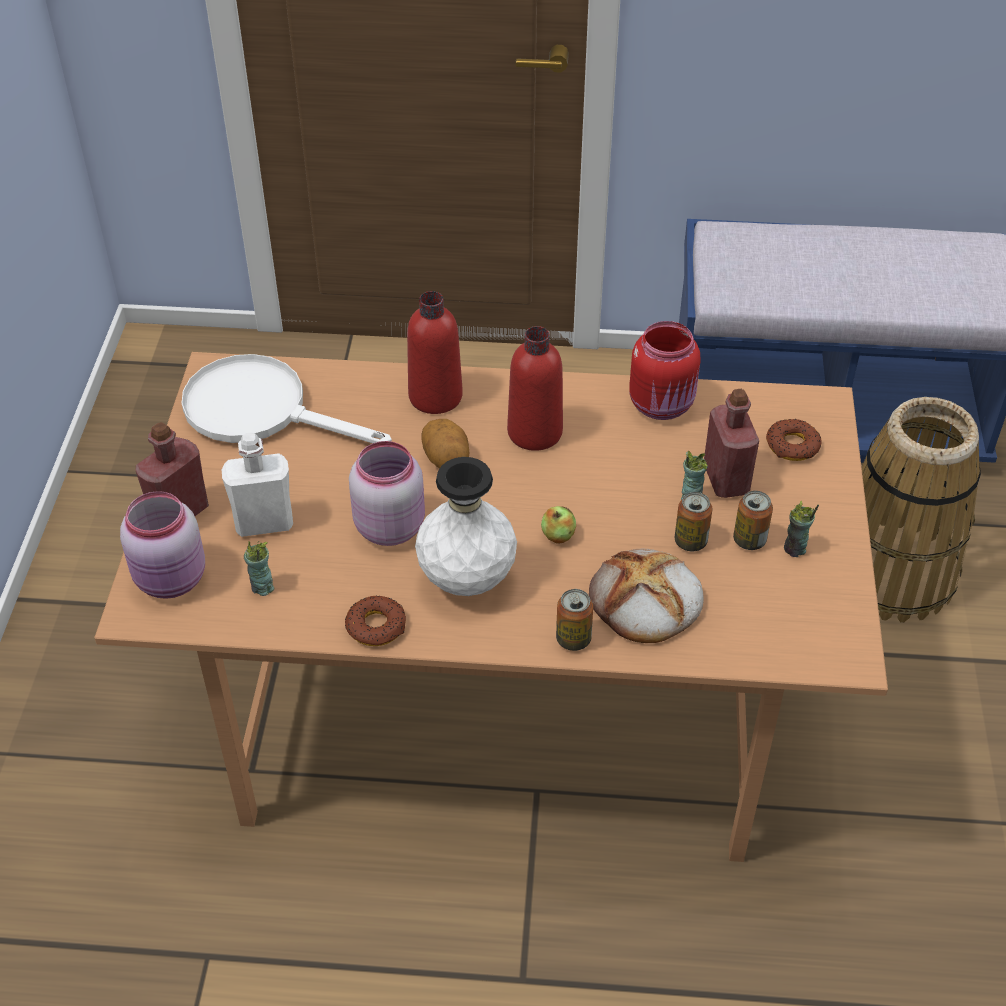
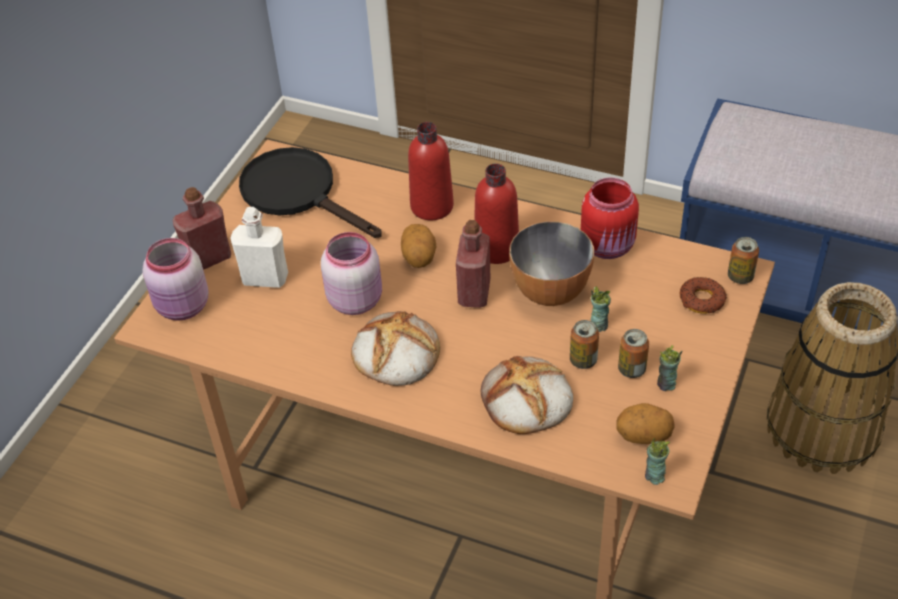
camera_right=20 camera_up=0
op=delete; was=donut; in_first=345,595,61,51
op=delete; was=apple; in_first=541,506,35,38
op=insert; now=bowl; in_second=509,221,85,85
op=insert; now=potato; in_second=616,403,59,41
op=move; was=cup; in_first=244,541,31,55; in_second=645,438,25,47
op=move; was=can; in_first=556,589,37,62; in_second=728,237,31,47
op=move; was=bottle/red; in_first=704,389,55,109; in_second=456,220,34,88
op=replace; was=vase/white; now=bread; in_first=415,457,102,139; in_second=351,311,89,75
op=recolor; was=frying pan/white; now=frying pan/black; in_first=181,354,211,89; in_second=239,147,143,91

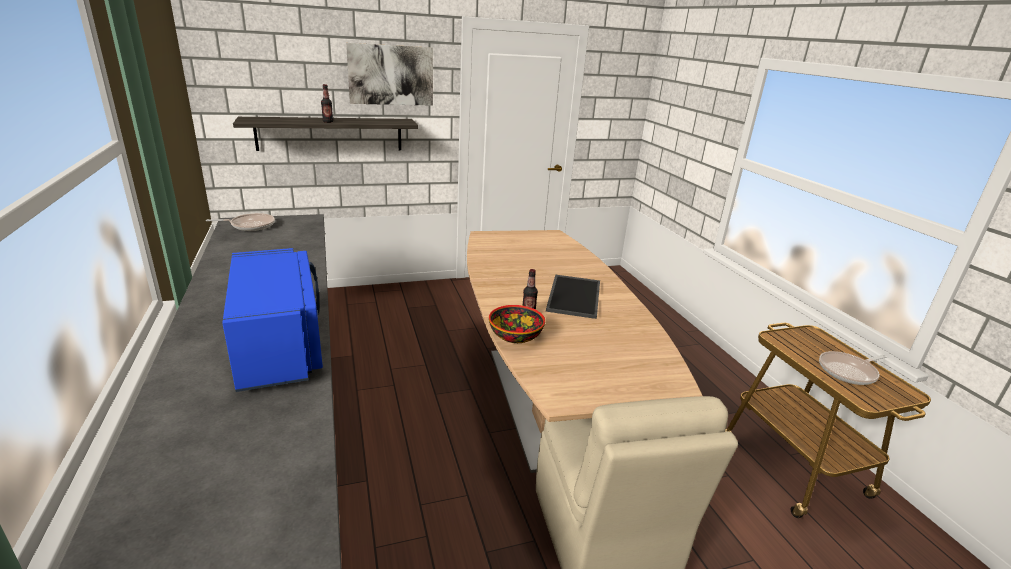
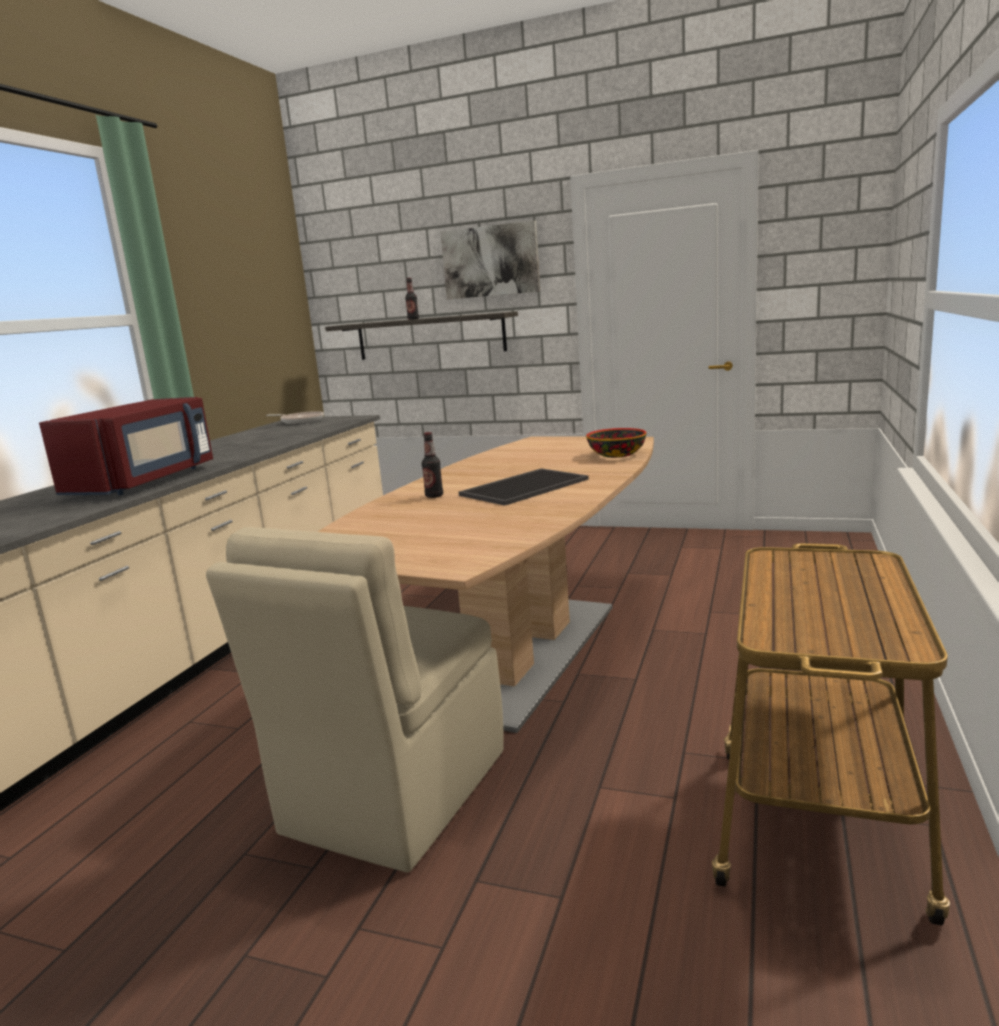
camera_right=40 camera_up=-10
op=delete; was=frying pan; in_first=819,351,68,34
op=move; was=bowl; in_first=489,305,56,38; in_second=586,428,60,30
op=recolor; was=microwave/blue; now=microwave/red; in_first=222,248,101,144; in_second=39,397,174,99

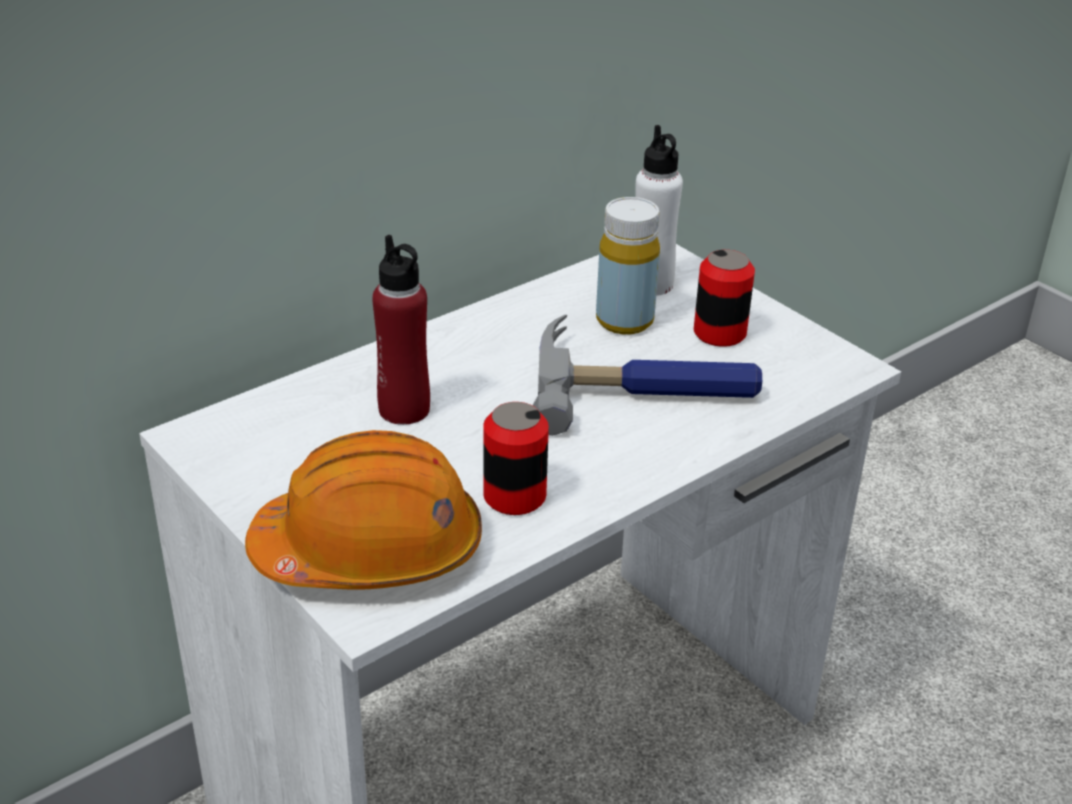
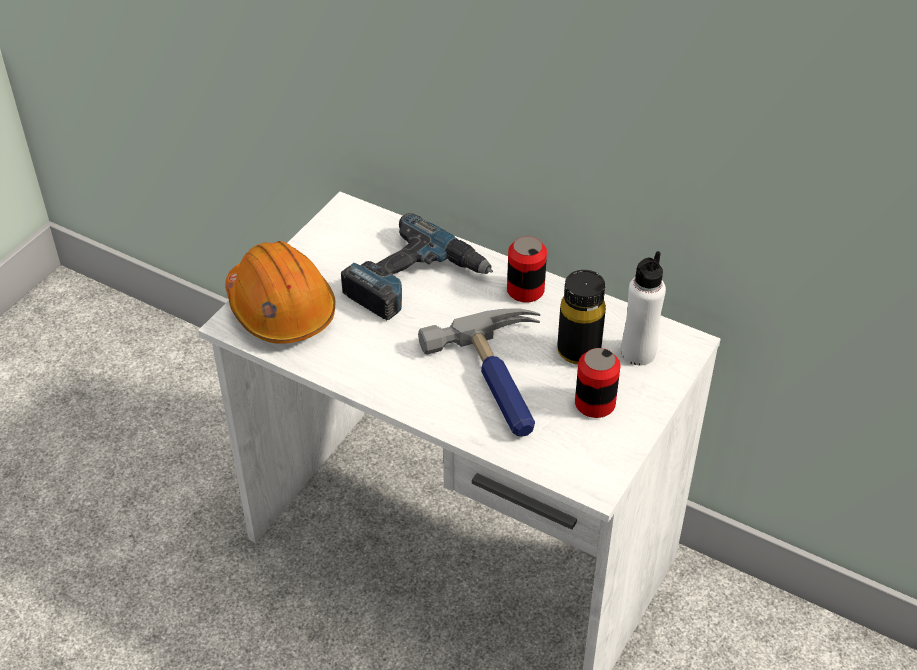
camera_right=70 camera_up=10
op=move; was=can; in_first=483,402,66,113; in_second=507,236,40,67
op=replace; was=bottle/red; now=power drill; in_first=372,235,58,190; in_second=341,213,152,107
op=recolor; was=bottle/yellow; now=bottle/black; in_first=596,197,64,137; in_second=557,270,49,95

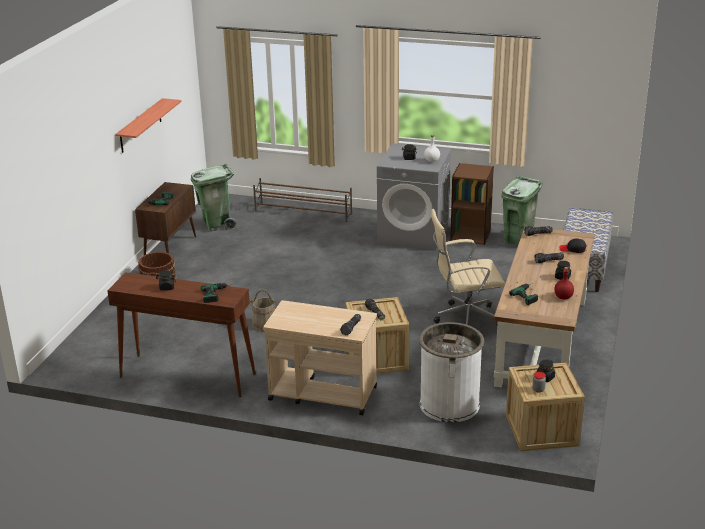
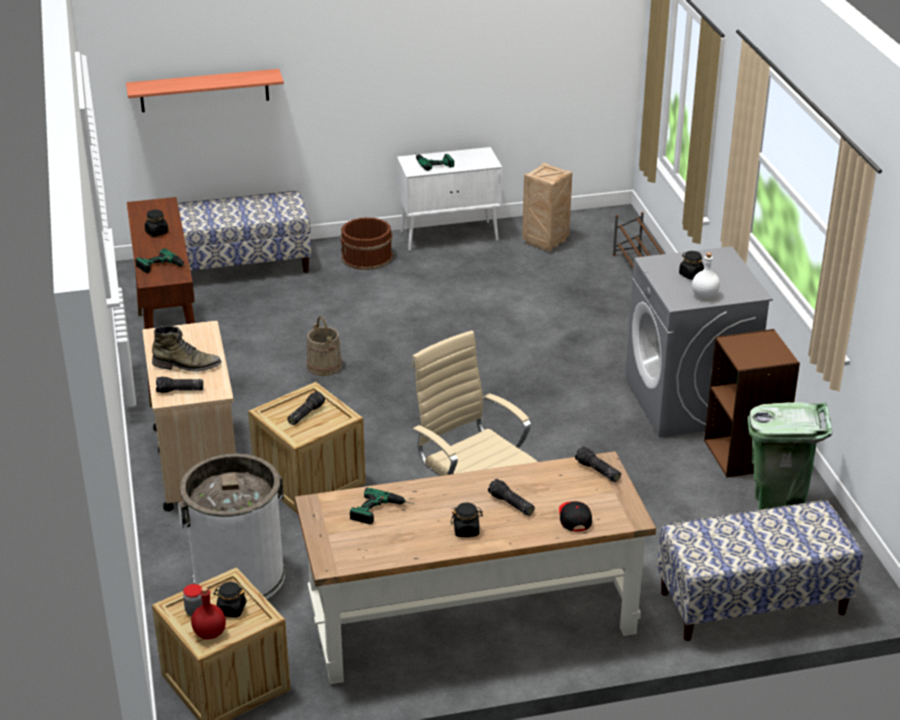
camera_right=60 camera_up=5
op=insert; now=boot/green; in_second=152,326,70,45
op=insert; now=bench; in_second=178,191,133,82
op=move; was=shelf; in_first=115,98,66,55; in_second=126,69,158,43
op=move; was=bottle/red; in_first=554,267,20,32; in_second=191,587,35,52
op=replace; was=trash can/green; now=crate; in_first=191,164,45,68; in_second=522,163,50,89
op=recolor; was=cabinet/brown; now=cabinet/white; in_first=135,182,61,73; in_second=397,147,105,104

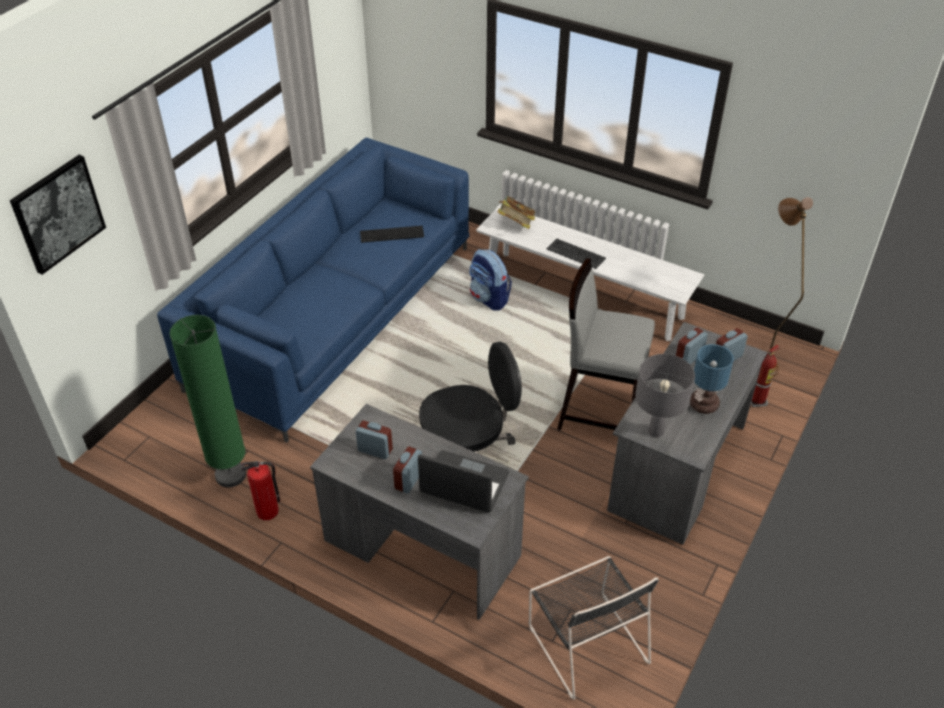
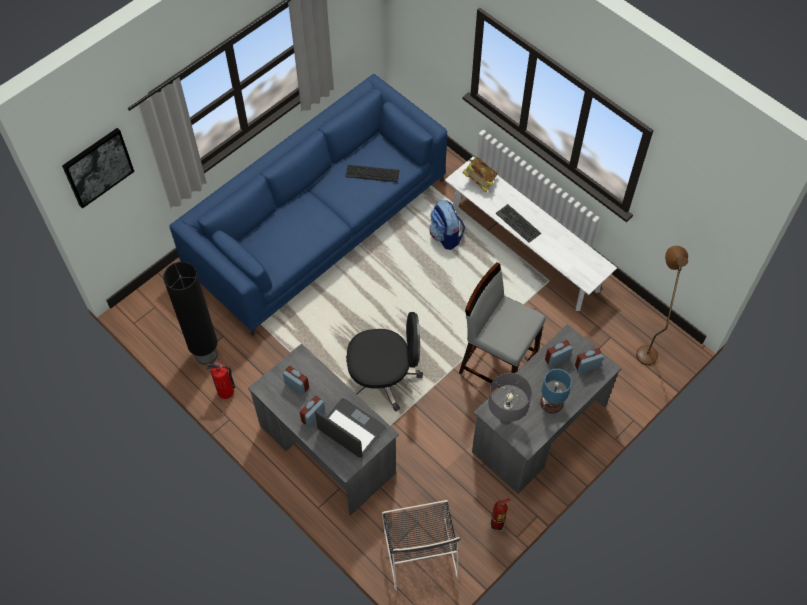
camera_right=15 camera_up=15
op=move; was=fire extinguisher; in_first=751,345,29,62; in_second=490,498,21,34
op=recolor; was=floor lamp/green; now=floor lamp/black; in_first=169,315,77,172; in_second=163,262,55,103

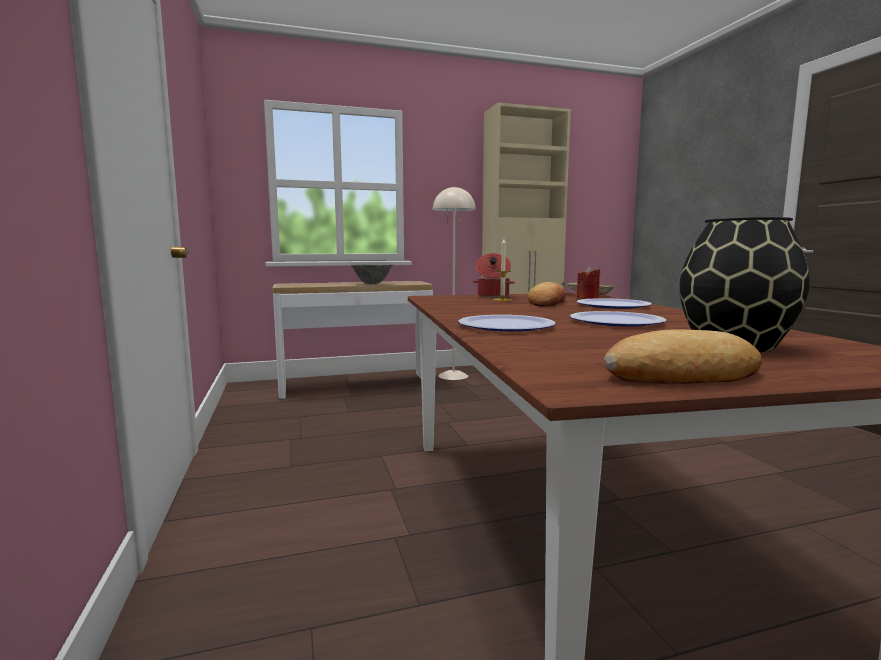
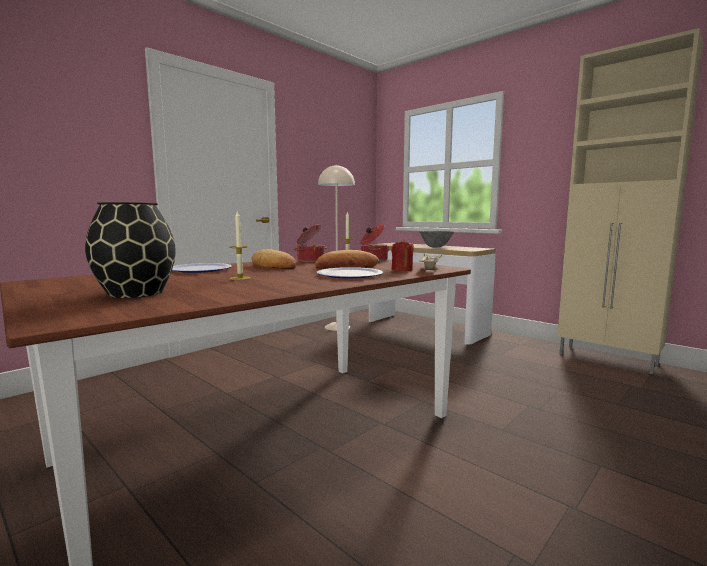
camera_right=60 camera_up=0
op=insert; now=cooking pot; in_second=294,224,33,38
op=move; was=floor lamp/beige; in_first=433,186,43,194; in_second=318,164,37,167
op=move; was=bread; in_first=604,329,159,55; in_second=251,249,45,20
op=replace; was=plate; now=candle; in_first=570,311,97,16; in_second=230,211,21,69

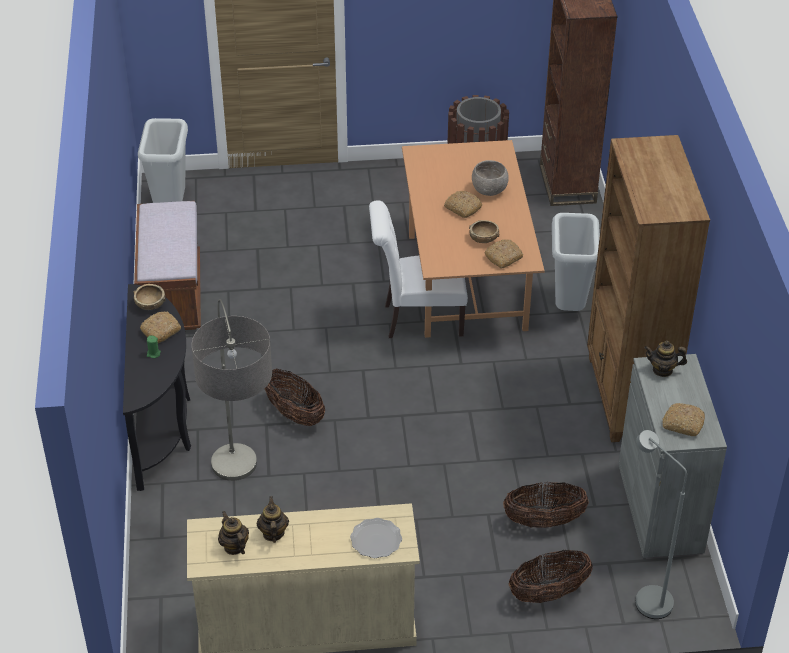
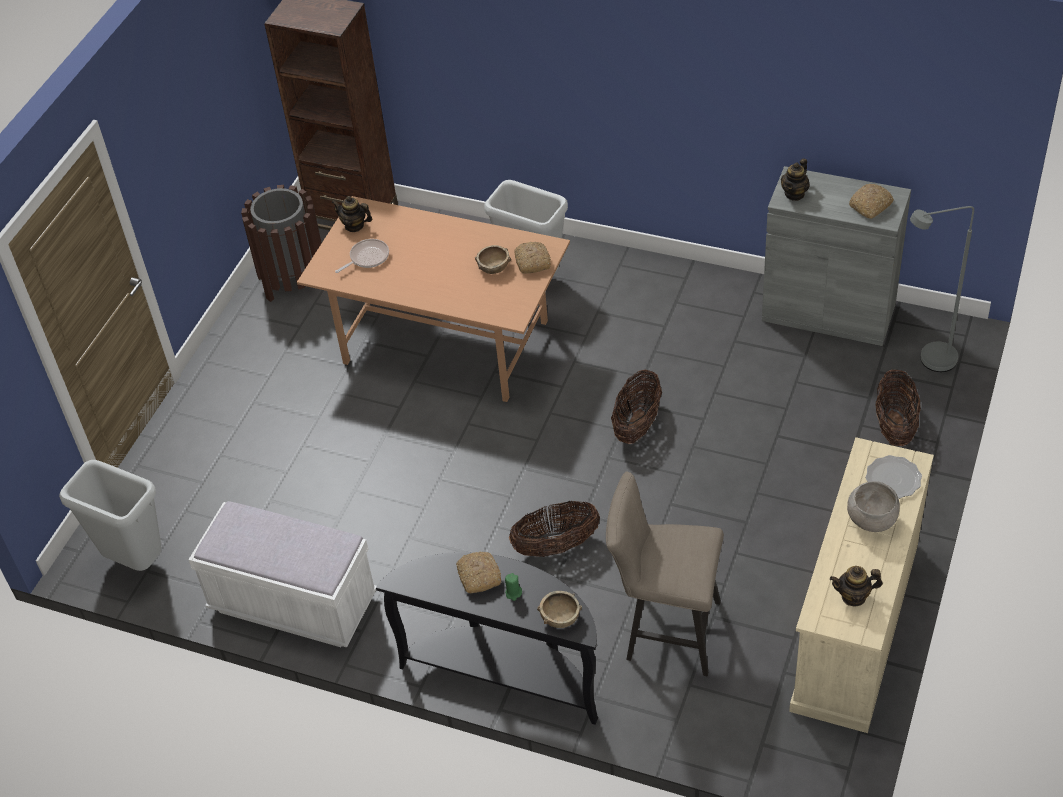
camera_right=-60 camera_up=5
op=delete; was=chair/white; in_first=369,200,99,138
op=delete; was=bread; in_first=444,191,38,27
op=delete; was=bookcase/brown; in_first=587,135,123,307
op=insert; now=frying pan; in_second=335,239,54,34
op=move; was=bowl/brown; in_first=133,284,33,26; in_second=537,591,45,37
op=move; was=teapot; in_first=257,496,32,47; in_second=331,196,41,36
op=move; was=bowl/grey; in_first=472,160,37,36; in_second=847,481,53,51
op=move; was=basket; in_first=503,482,86,46; in_second=611,369,51,75
op=replace; was=floor lamp; now=stool/beige; in_first=192,299,80,182; in_second=606,471,118,205
op=recolor; was=bench/brown; now=bench/white; in_first=134,201,67,129; in_second=189,501,187,147

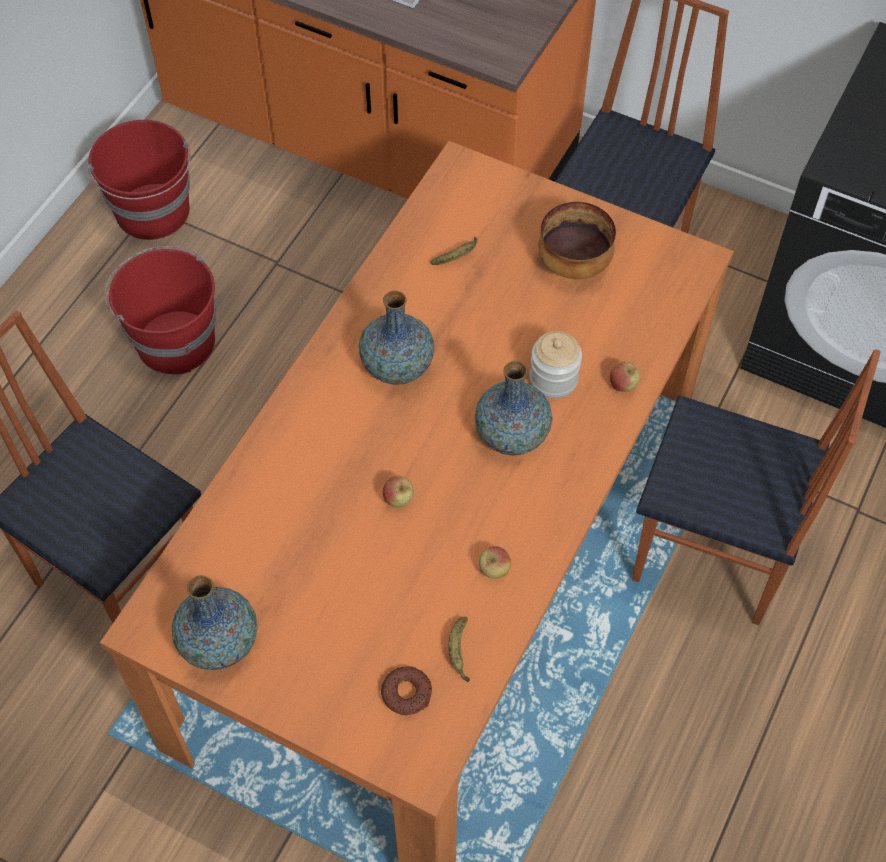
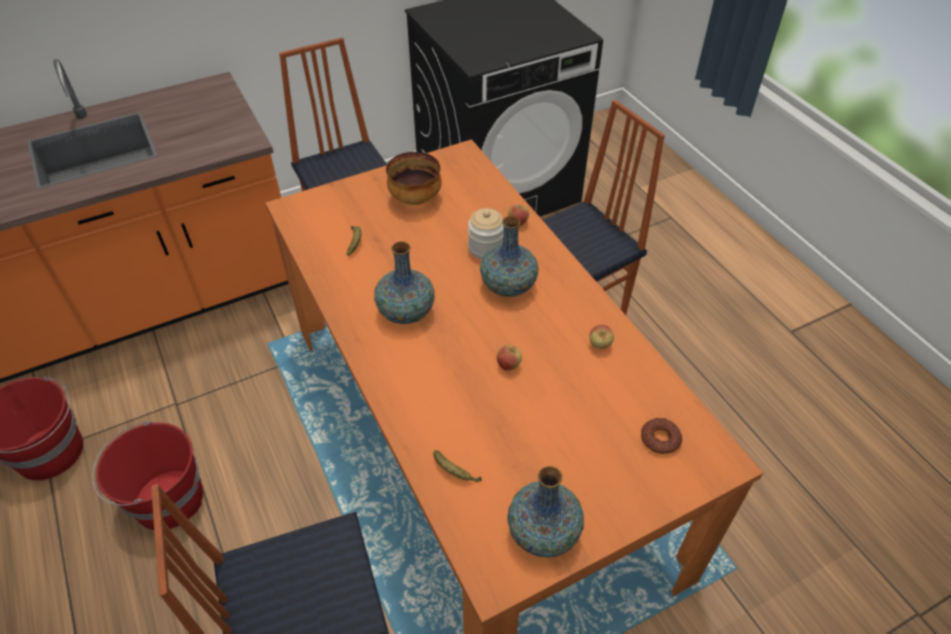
camera_right=-55 camera_up=-10
op=move; was=banana; in_first=448,617,22,65; in_second=433,450,49,32

